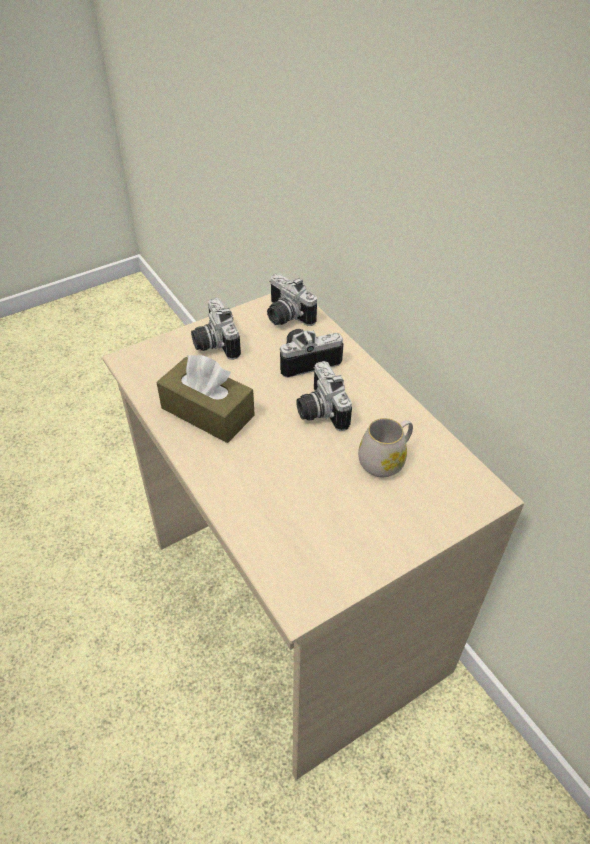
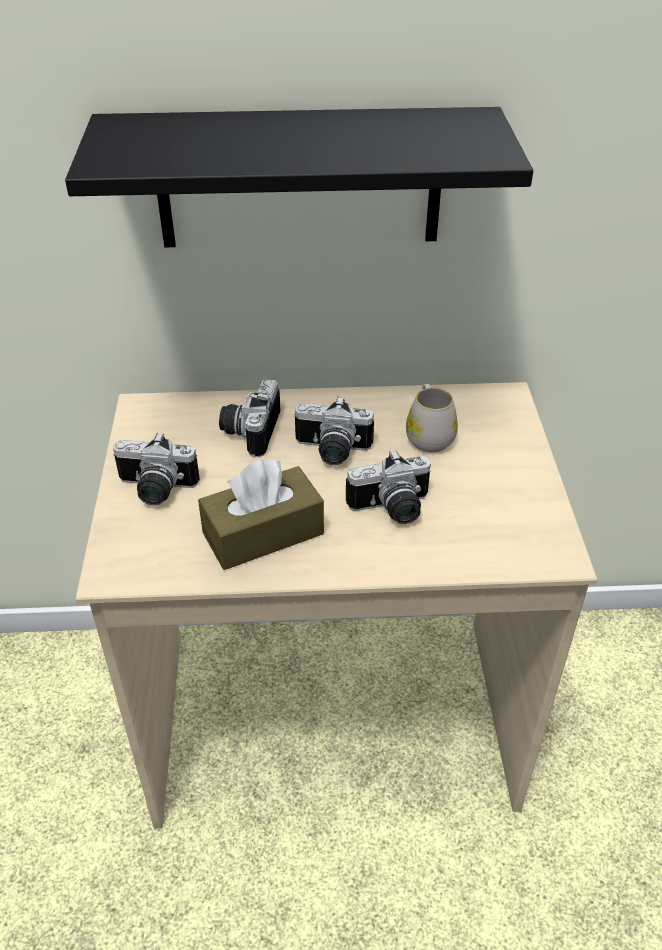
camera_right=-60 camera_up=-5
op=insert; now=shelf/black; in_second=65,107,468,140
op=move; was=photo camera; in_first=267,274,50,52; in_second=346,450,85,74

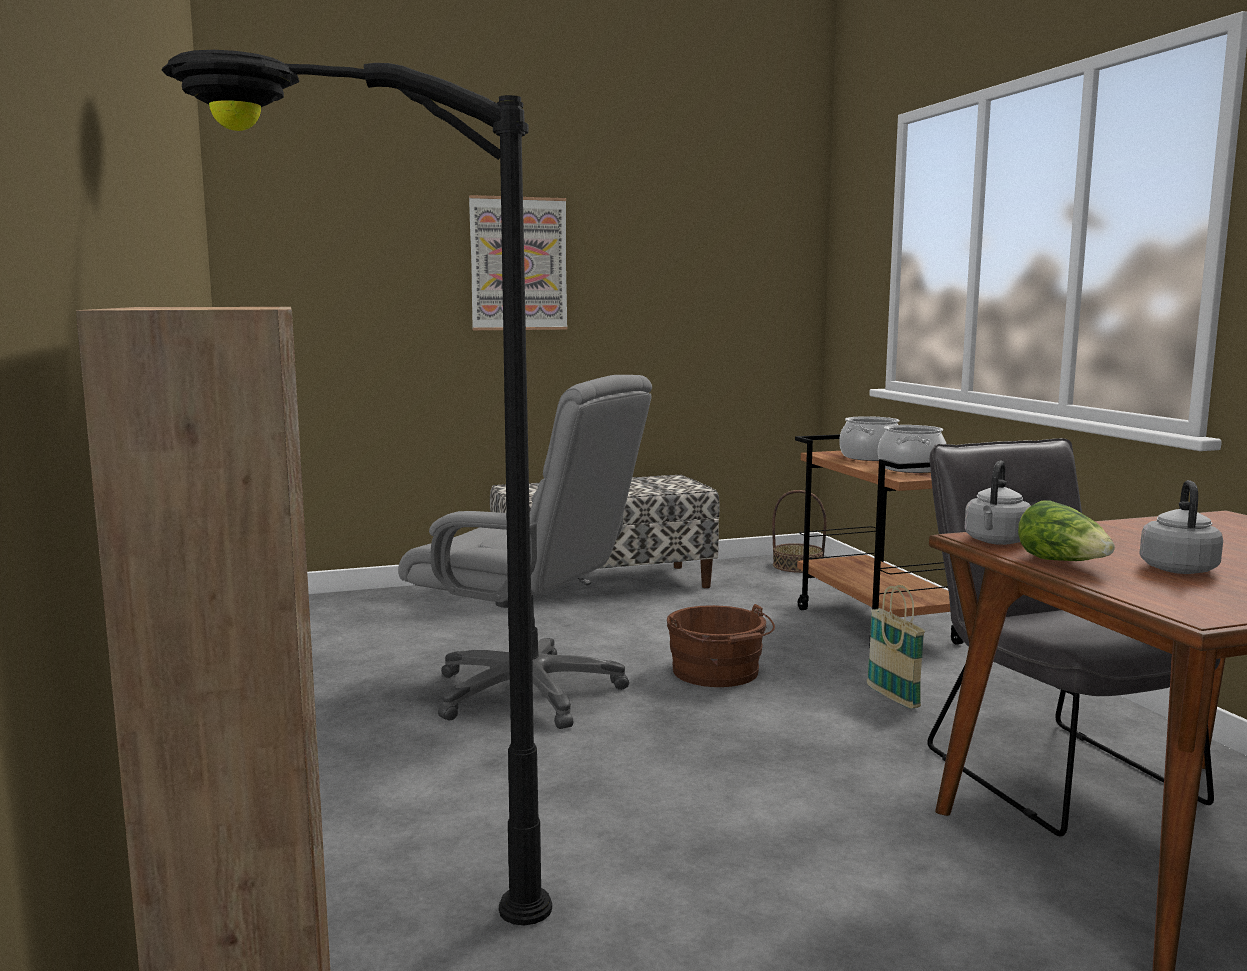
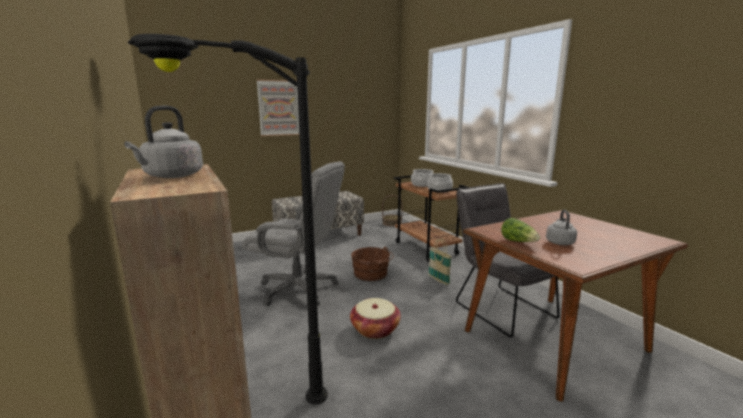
camera_right=-10 camera_up=5
op=insert; now=basket; in_second=350,298,51,41
op=move; was=kettle/grey; in_first=964,461,67,84; in_second=124,106,79,72

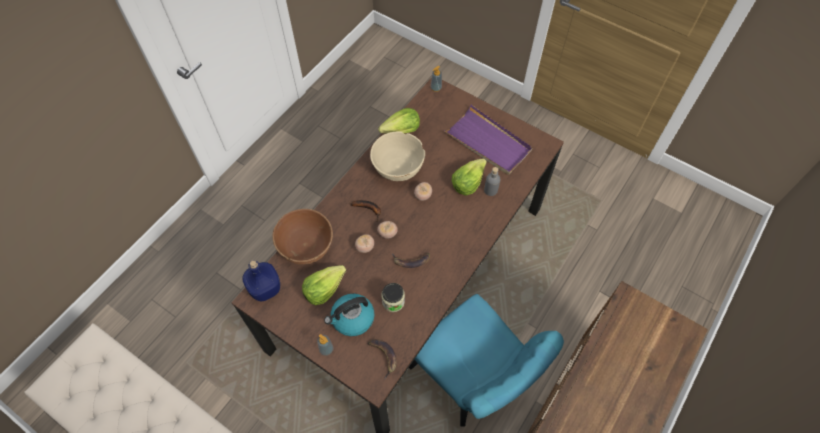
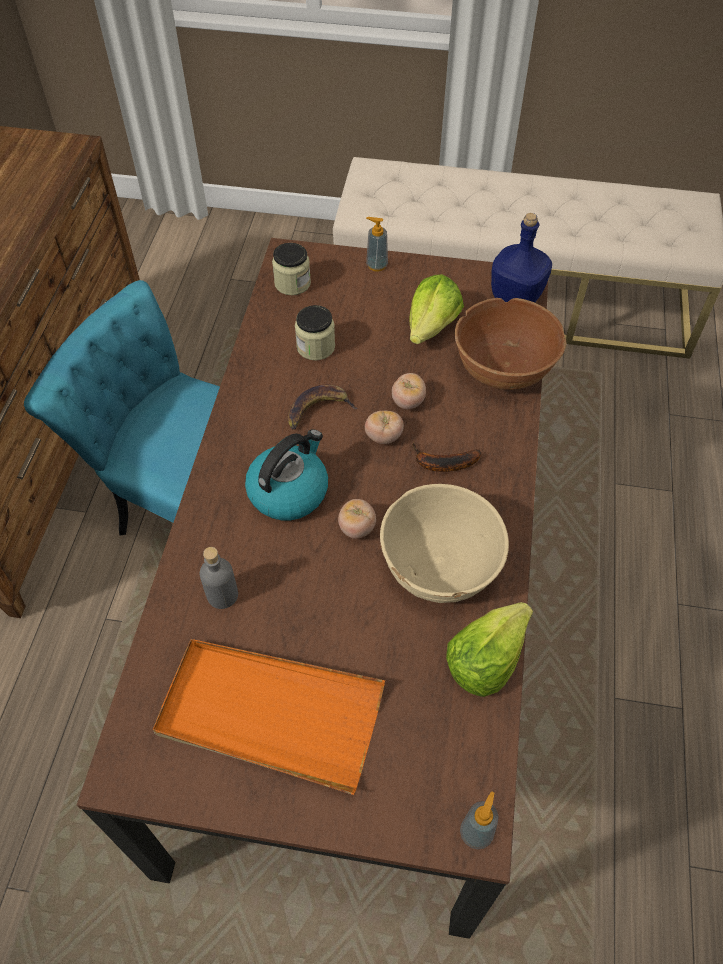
camera_right=155 camera_up=-5
op=delete; was=lettuce; in_first=452,159,35,37
op=move; was=kettle; in_first=324,294,50,42; in_second=245,429,83,91
op=replace; was=banana; now=jar; in_first=367,339,30,41; in_second=272,243,39,52
op=recolor; was=tray/purple; now=tray/orange; in_first=444,105,89,70; in_second=153,639,232,156

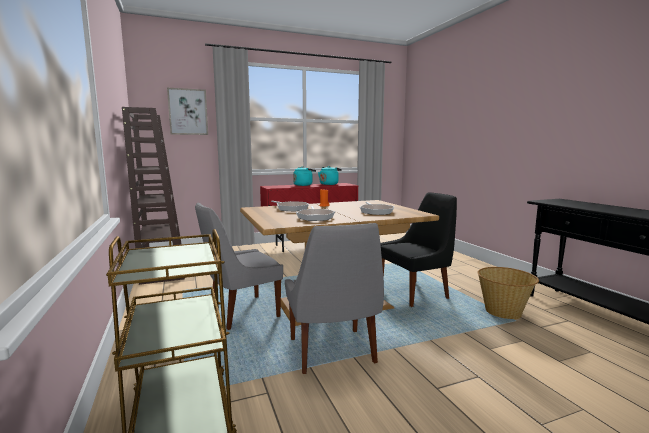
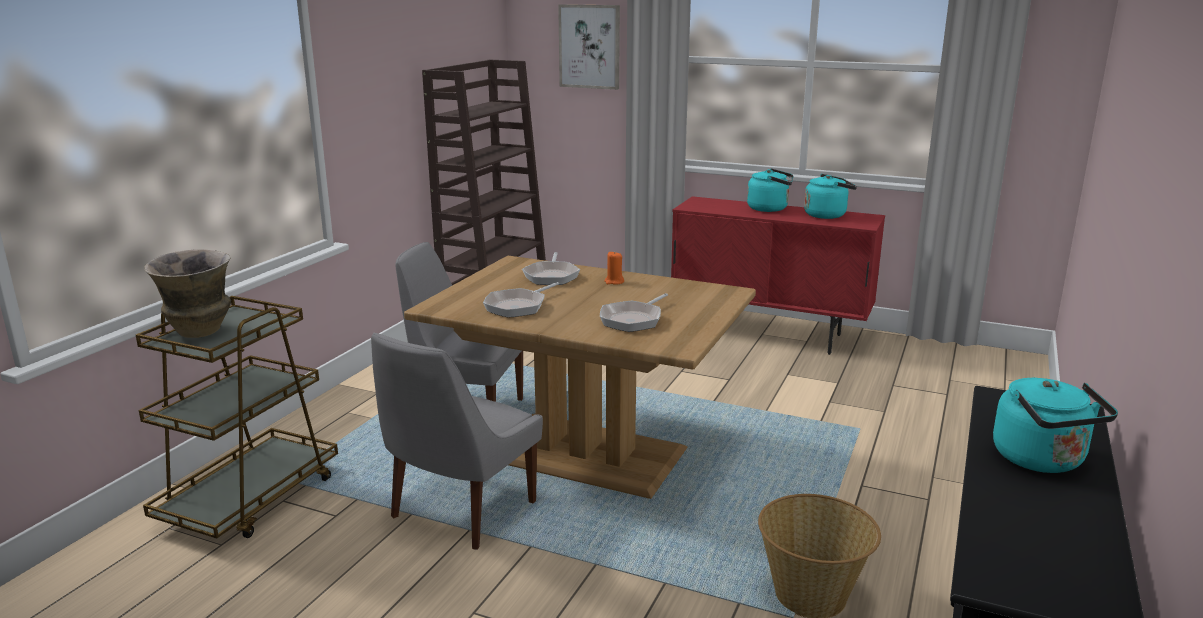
camera_right=45 camera_up=10
op=delete; was=chair/black; in_first=380,192,77,115
op=insert; now=vase; in_second=144,249,87,89
op=insert; now=kettle/turquoise; in_second=993,378,125,95

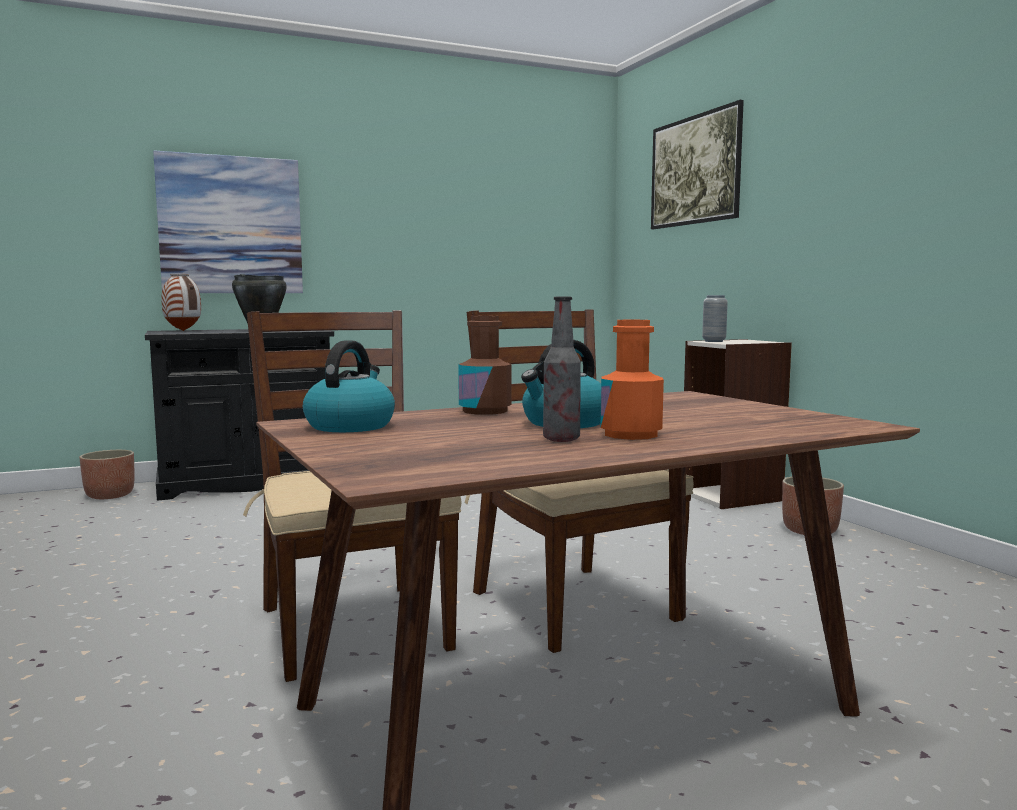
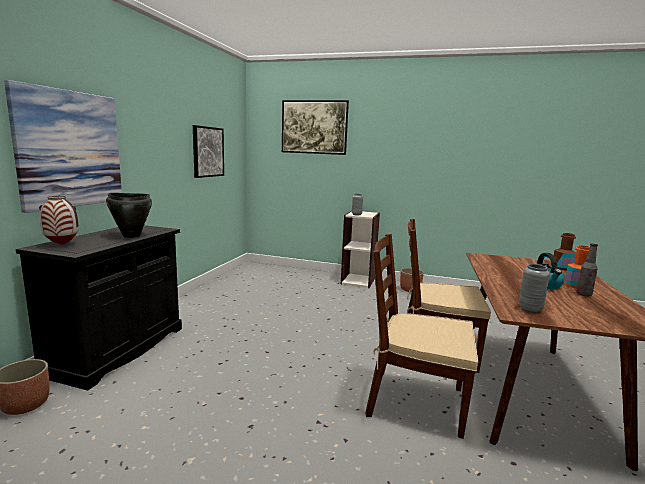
camera_right=-50 camera_up=5
op=insert; now=picture; in_second=193,125,31,53
op=move; was=bottle/brown; in_first=458,316,53,99; in_second=554,233,22,38
op=replace; was=kettle; now=vase/grey; in_first=303,340,92,92; in_second=519,264,31,49

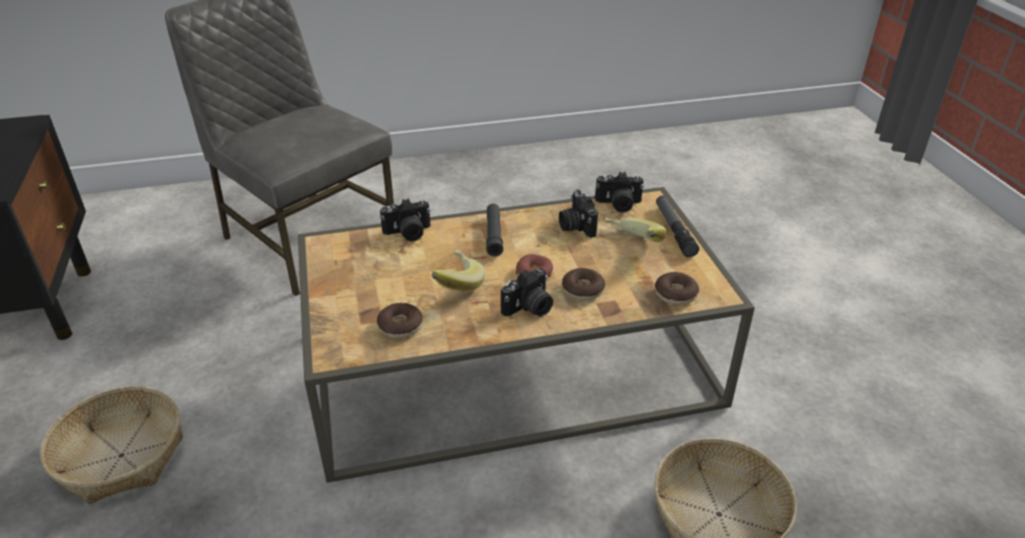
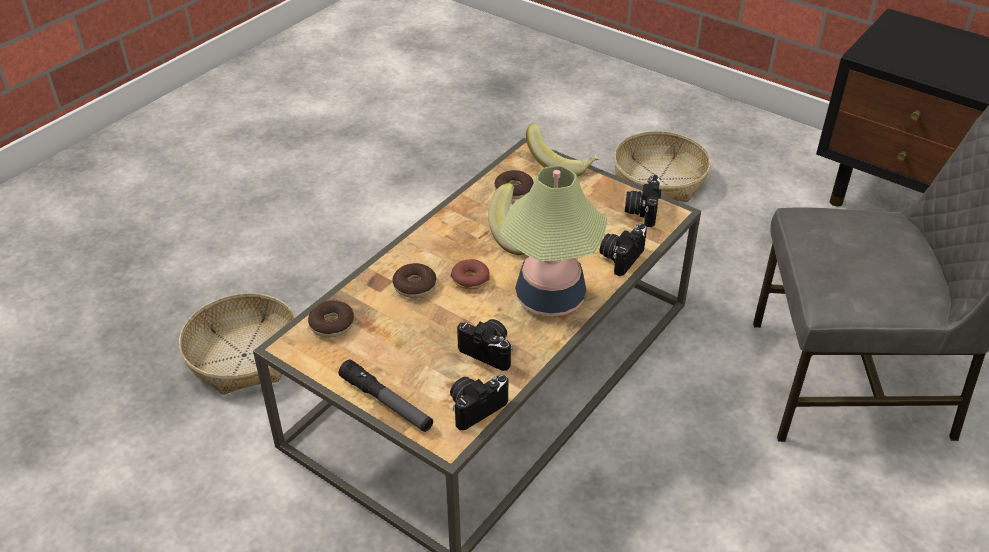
camera_right=140 camera_up=5
op=move; was=photo camera; in_first=501,268,52,49; in_second=625,175,37,52
op=move; was=banana; in_first=604,217,62,25; in_second=526,123,73,53
op=replace; was=flashlight/black; now=table lamp; in_first=486,204,17,53; in_second=500,166,108,150

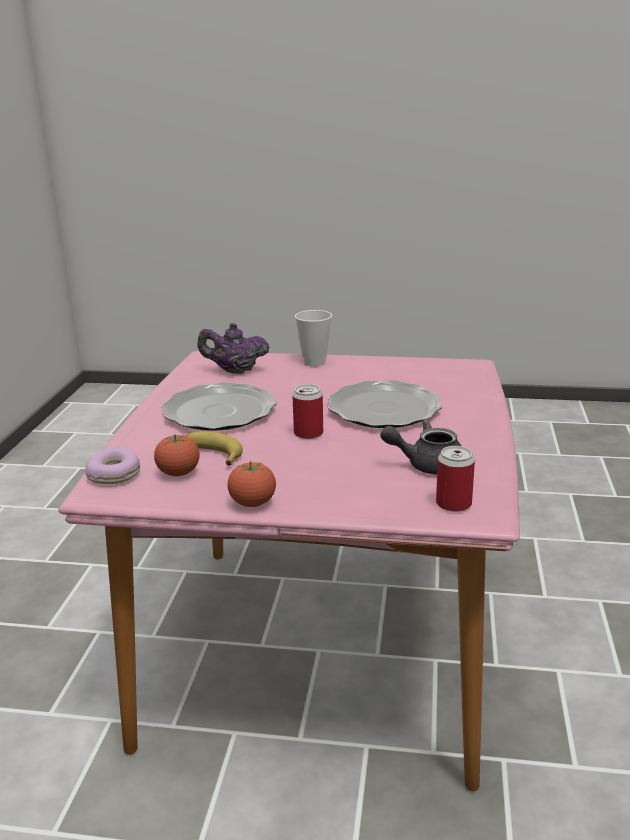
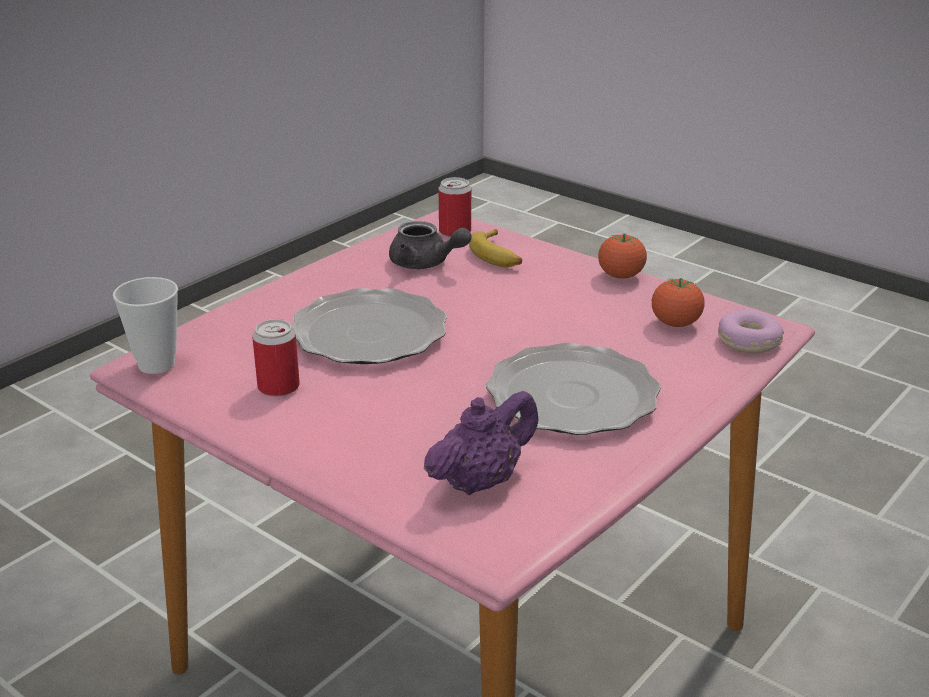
camera_right=-150 camera_up=5
op=move; was=banana; in_first=186,431,57,35; in_second=469,229,53,38
op=move; was=can; in_first=292,384,31,55; in_second=252,319,48,78
op=move; was=cup; in_first=295,310,37,57; in_second=113,277,65,97
op=rotate; was=teapot/purple; in_first=197,323,72,51; in_second=424,391,115,104; clockwise=-75

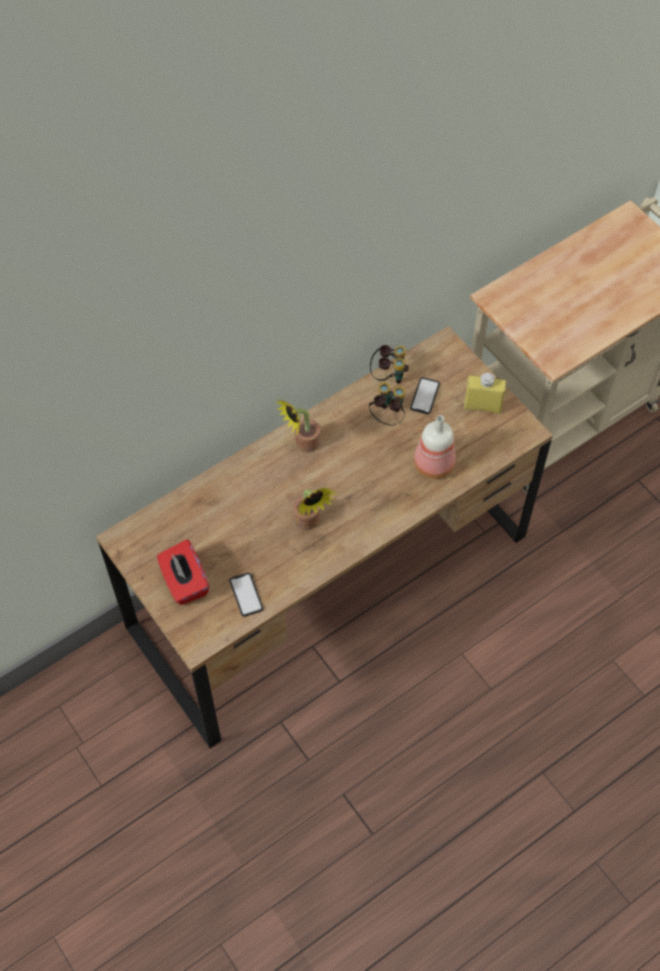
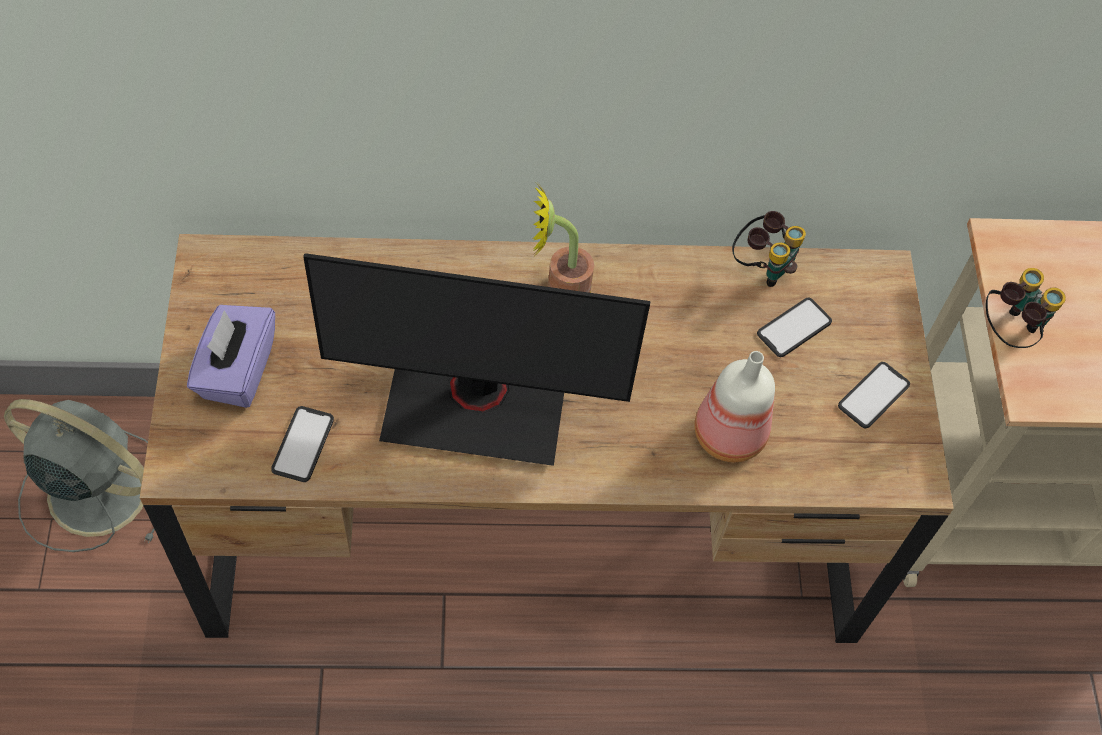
camera_right=30 camera_up=0
op=insert; now=fan/grey; in_second=4,399,151,153
op=move; was=binoculars; in_first=369,383,36,43; in_second=986,268,80,80
op=replace; was=potted plant; now=monitor; in_first=293,488,44,42; in_second=303,253,347,213
op=replace; was=bottle/yellow; now=phone; in_first=464,373,42,41; in_second=838,362,72,66
op=recolor; was=tissue box/red; now=tissue box/purple; in_first=157,539,52,66; in_second=187,305,88,103

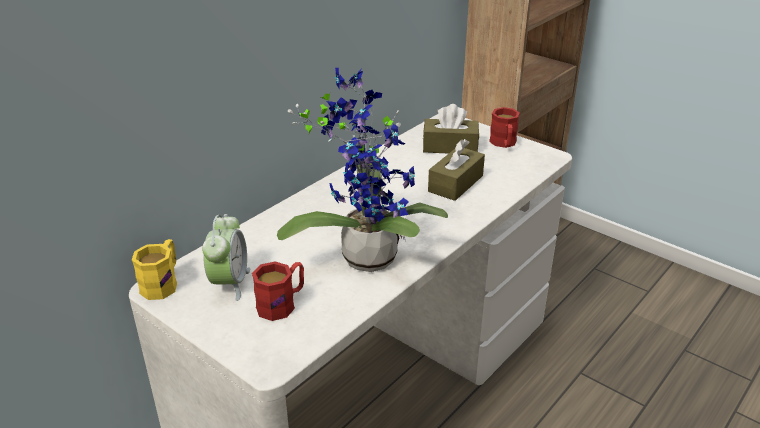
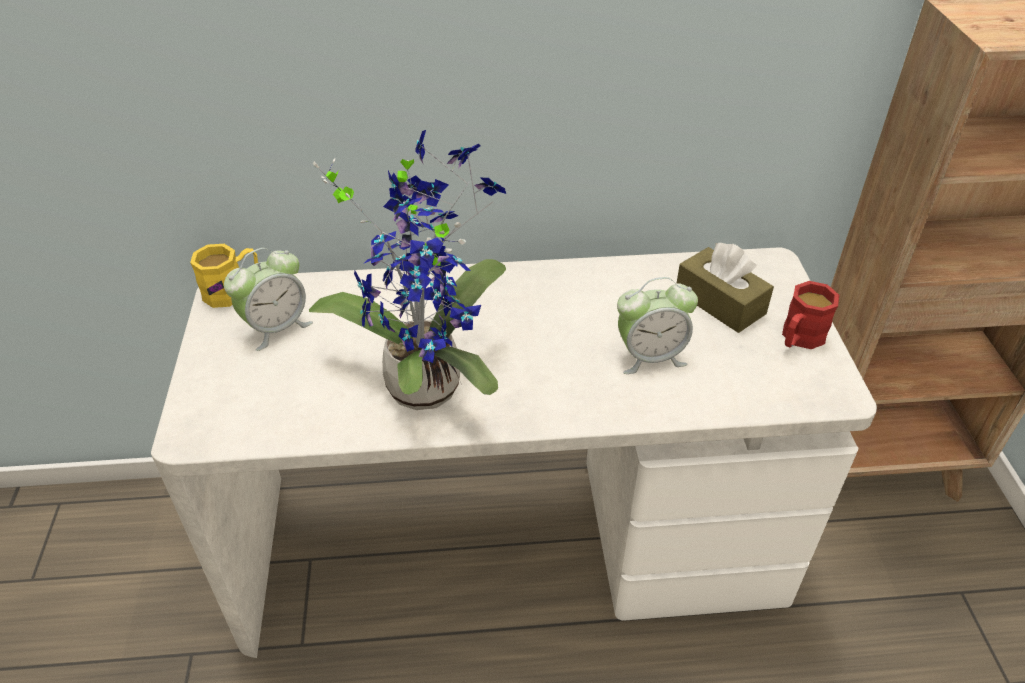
camera_right=45 camera_up=10
op=delete; was=mug/red; in_first=252,262,52,59
op=replace; was=tissue box/brown; now=alarm clock; in_first=428,139,57,62; in_second=617,277,81,97

